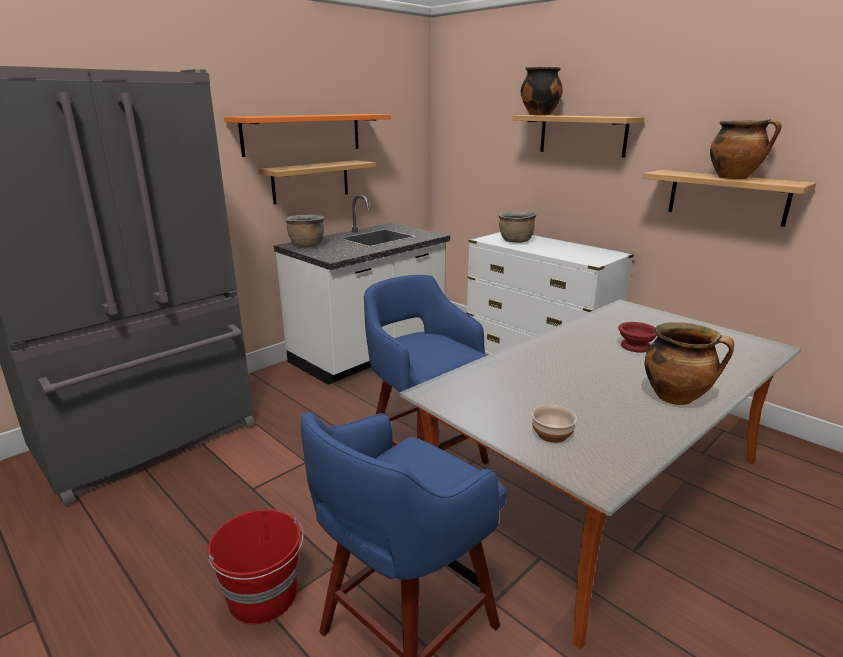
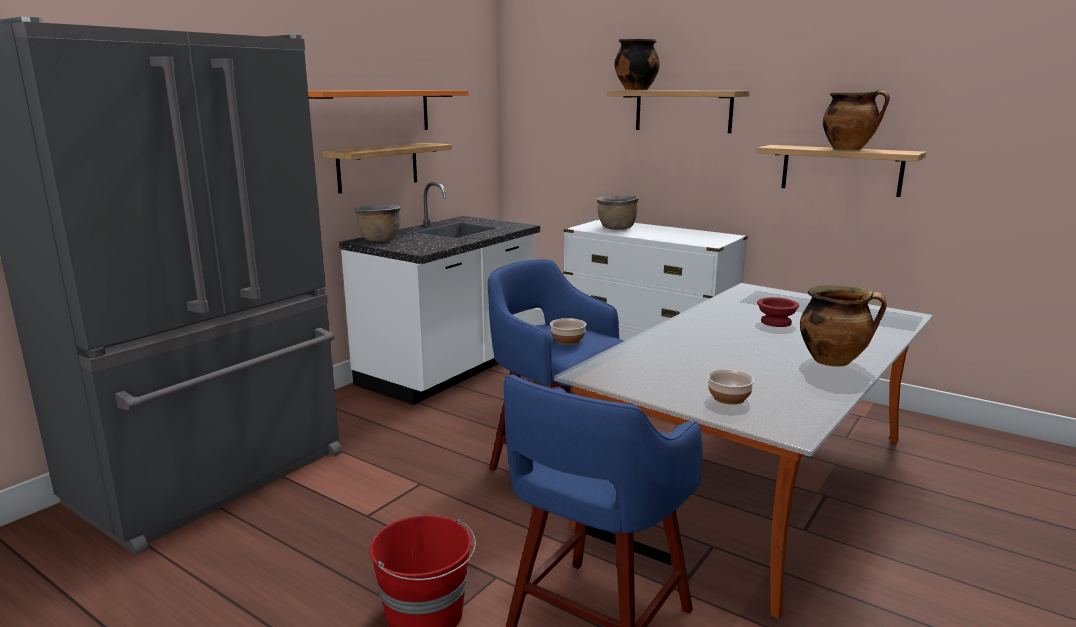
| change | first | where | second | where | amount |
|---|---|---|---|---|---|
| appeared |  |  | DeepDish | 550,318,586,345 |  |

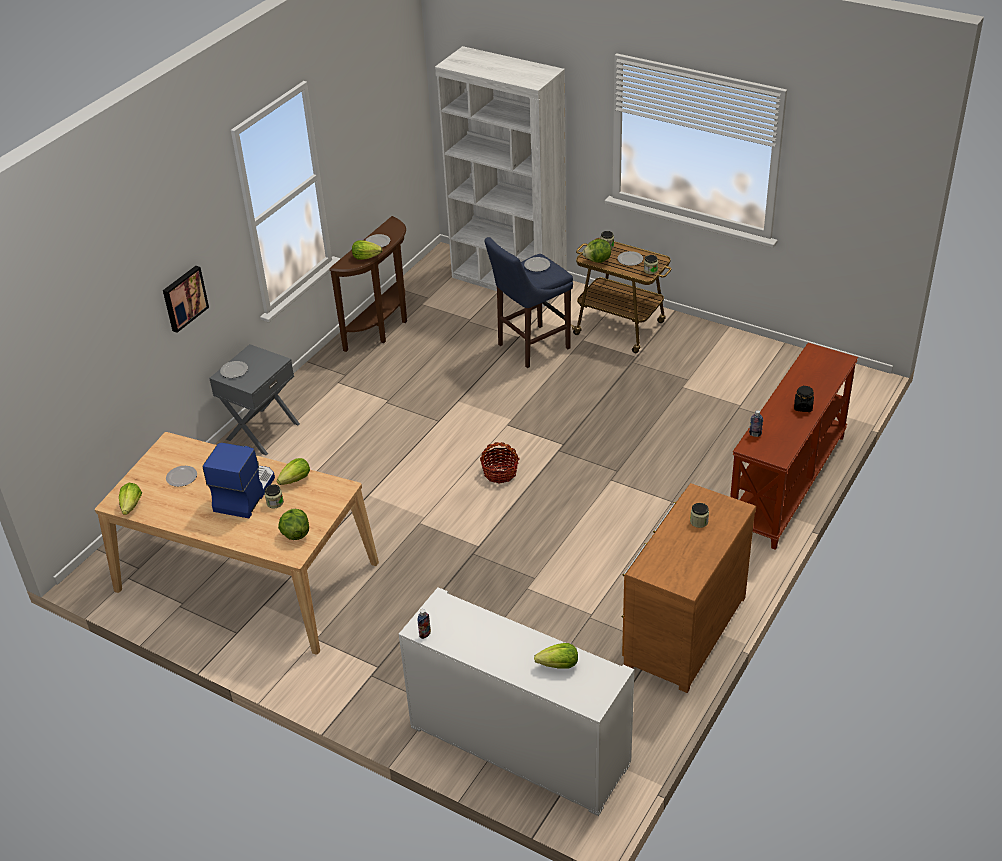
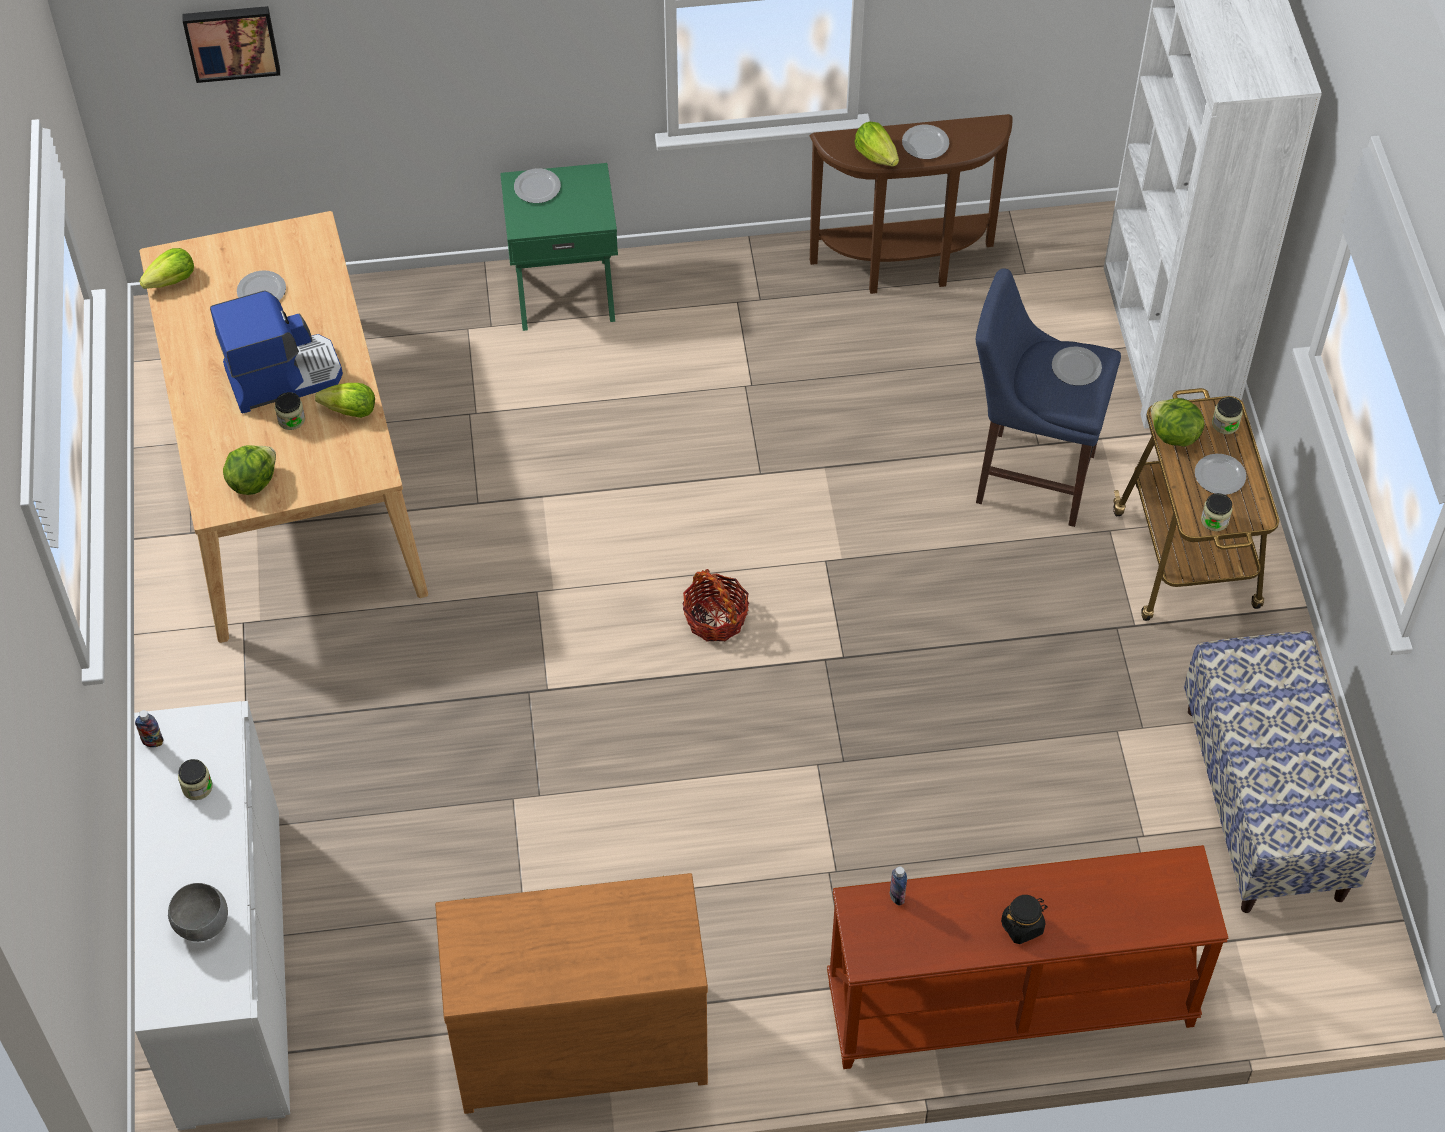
| change | first | where | second | where | amount |
|---|---|---|---|---|---|
| exchanged | LettuceHead | 534,643,578,668 | GreyDeepDish | 168,883,228,942 |  |
| relocated | PreserveJar | 690,503,709,528 |  | 178,759,213,800 |  |
| relocated | Picture | 163,266,209,333 |  | 182,6,280,83 |  |
| colour | GreyBedsideTable | 209,344,300,455 | GreenishBedsideTable | 500,163,618,331 |  |
| appeared |  |  | IndoorBench | 1184,631,1376,913 |  |

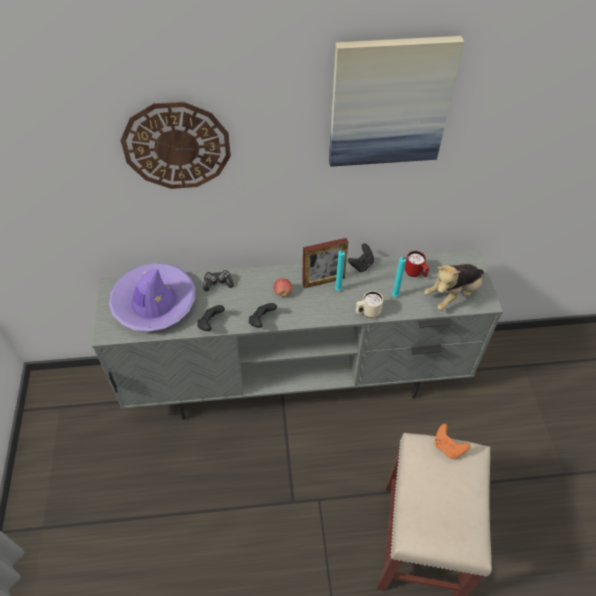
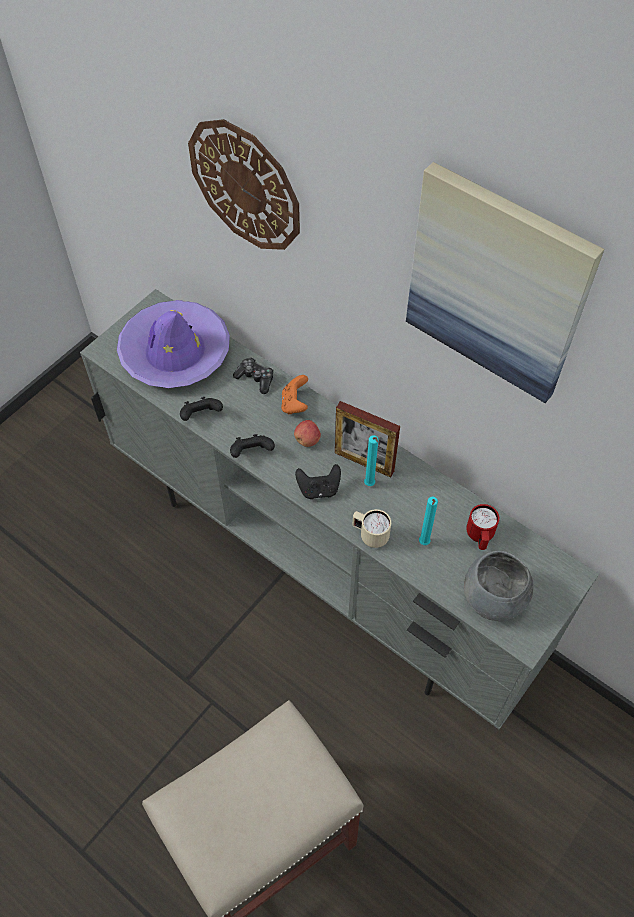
| change | first | where | second | where | amount |
|---|---|---|---|---|---|
| relocated | OrangeGamepad | 434,424,470,459 |  | 281,375,308,414 |  |
| relocated | BlackGamepad | 348,244,374,272 |  | 295,464,341,499 |  |
| exchanged | SoftToy | 424,264,484,311 | GreyDeepDish | 464,550,534,621 |  |

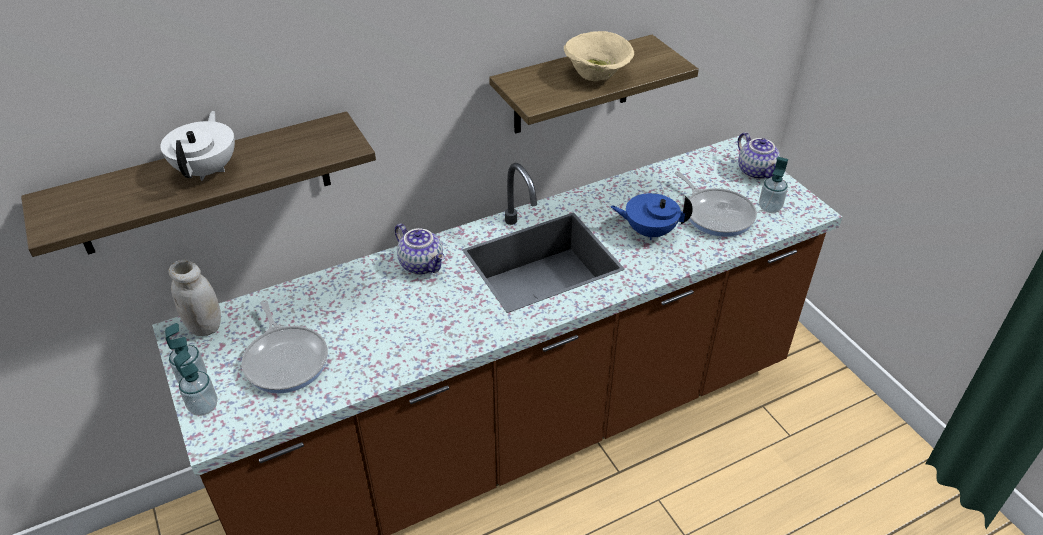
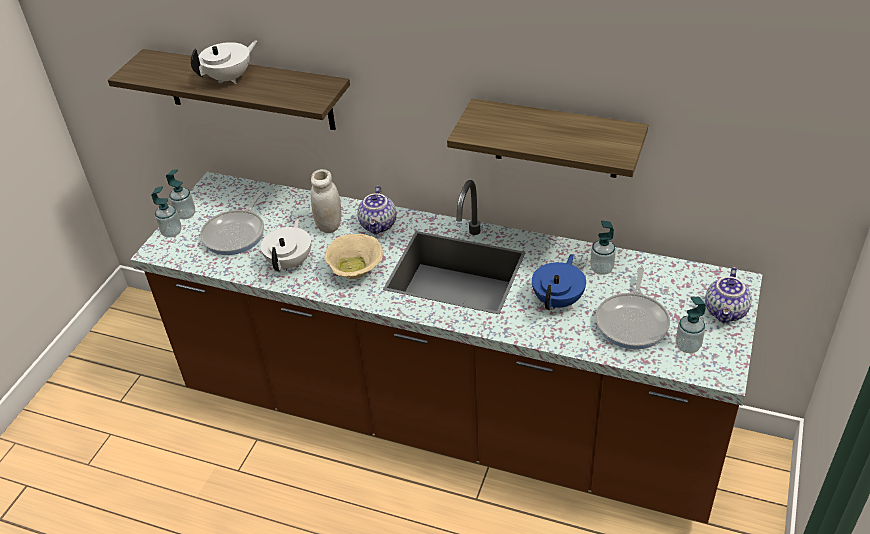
| change | first | where | second | where | amount |
|---|---|---|---|---|---|
| appeared |  |  | WhitishPotForTea | 261,218,311,272 |  |
| relocated | WhitishPreserveJar | 168,260,221,336 |  | 311,169,342,233 |  |
| relocated | BeigeColouredDeepDish | 564,31,634,81 |  | 324,234,383,279 |  |
| spun | BluishPotForTea | 610,193,693,240 |  | 532,254,586,310 | 60 degrees clockwise |
| appeared |  |  | SoapDispenser | 590,220,616,275 |  |

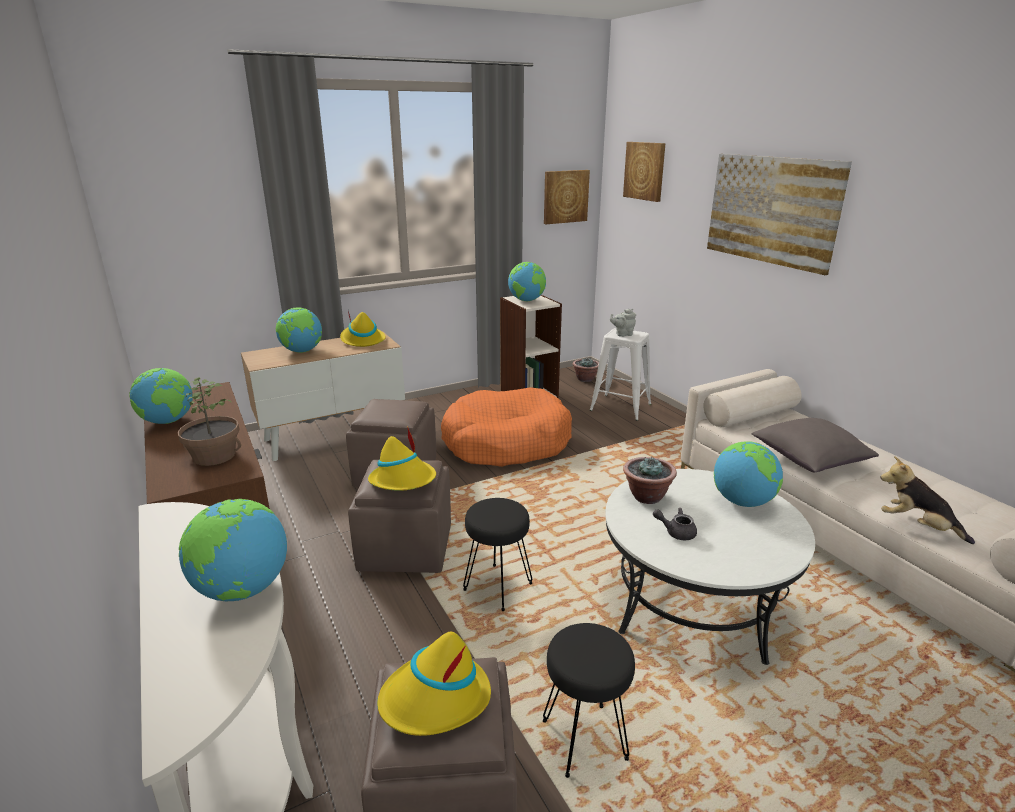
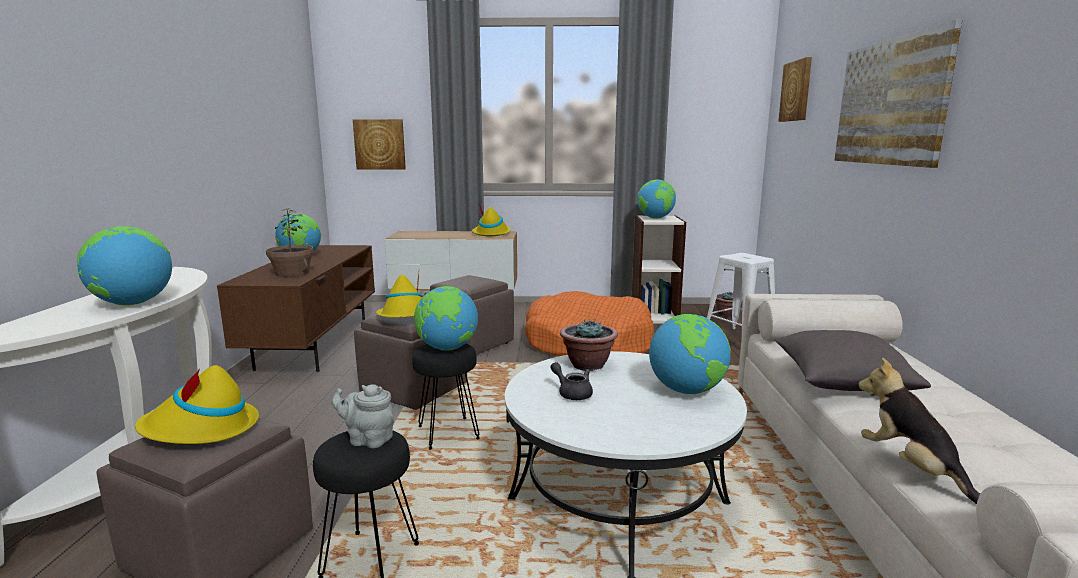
| change | first | where | second | where | amount |
|---|---|---|---|---|---|
| relocated | GreyPotForTea | 610,309,636,337 |  | 332,384,394,448 |  |
| relocated | Picture | 544,170,590,224 |  | 353,119,406,170 |  |
| relocated | DeskGlobe | 276,307,322,353 |  | 414,286,478,351 |  |

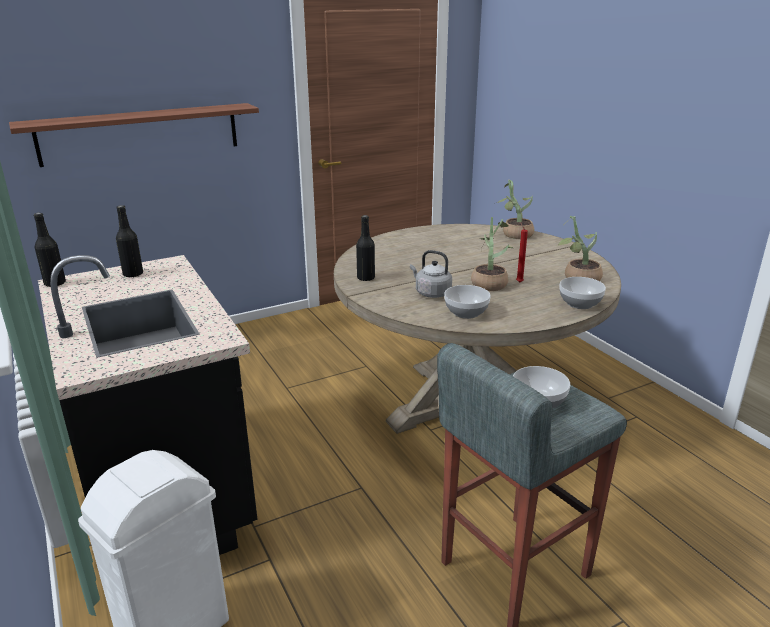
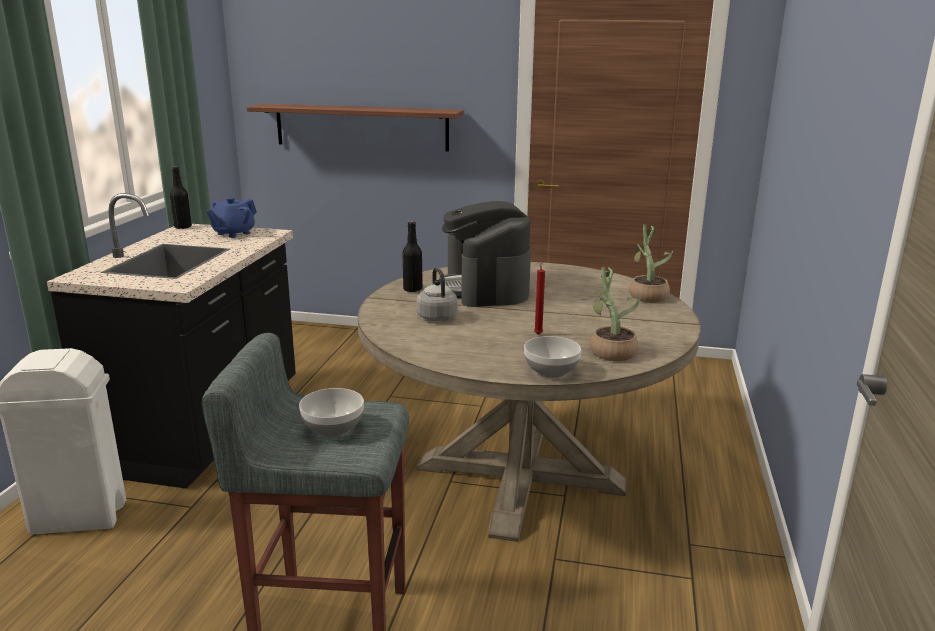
| change | first | where | second | where | amount |
|---|---|---|---|---|---|
| exchanged | BlackBeverageBottle | 116,205,143,277 | BluishPotForTea | 206,197,257,238 |  |
| appeared |  |  | CoffeeBrewer | 439,201,531,307 |  |
| missing | DeepDish | 444,285,491,319 |  |  |  |
| missing | PlantInAPot | 471,217,513,291 |  |  |  |

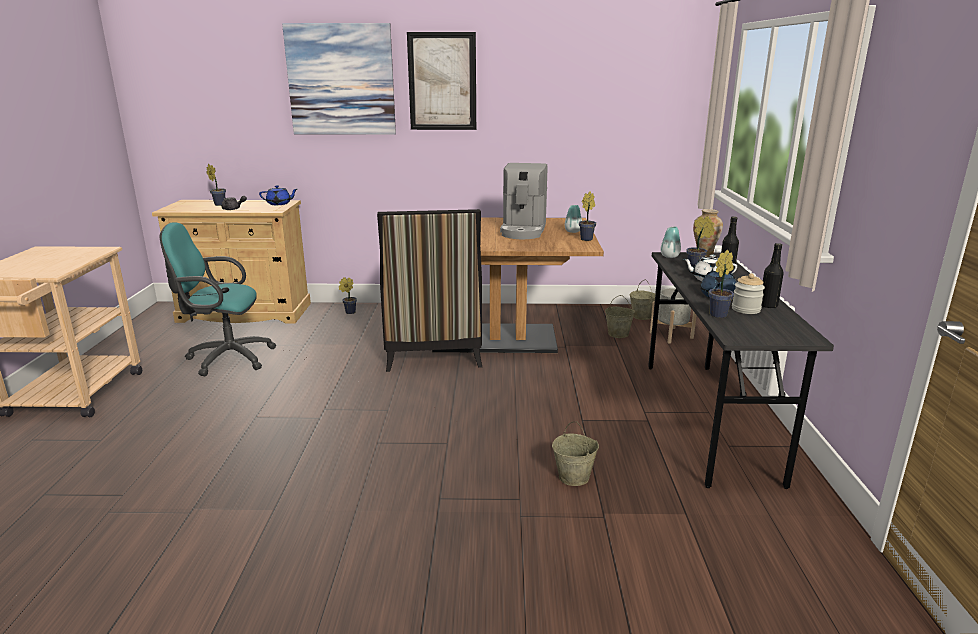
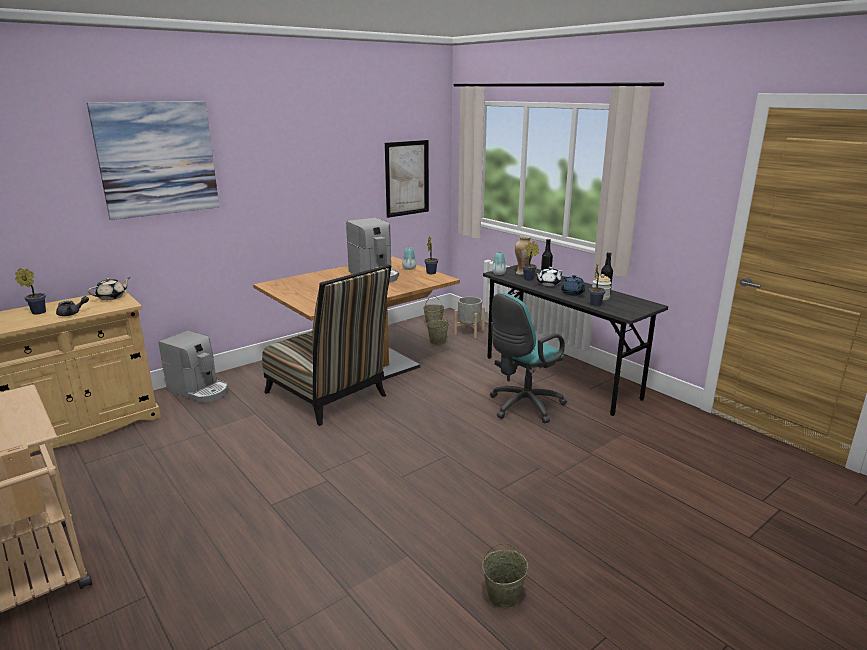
| change | first | where | second | where | amount |
|---|---|---|---|---|---|
| colour | BluishPotForTea | 259,185,297,205 | BeigeColouredPotForTea | 88,277,131,300 |  |
| exchanged | PlantInAPot | 339,277,357,314 | CoffeeBrewer | 159,330,228,403 |  |
| relocated | Picture | 407,32,476,130 |  | 385,140,429,218 |  |
| relocated | BeigeColouredWaterBucket | 552,421,599,486 |  | 482,543,528,609 |  |
| relocated | TurquoiseColouredDeskChair | 160,222,276,376 |  | 490,293,567,423 |  |

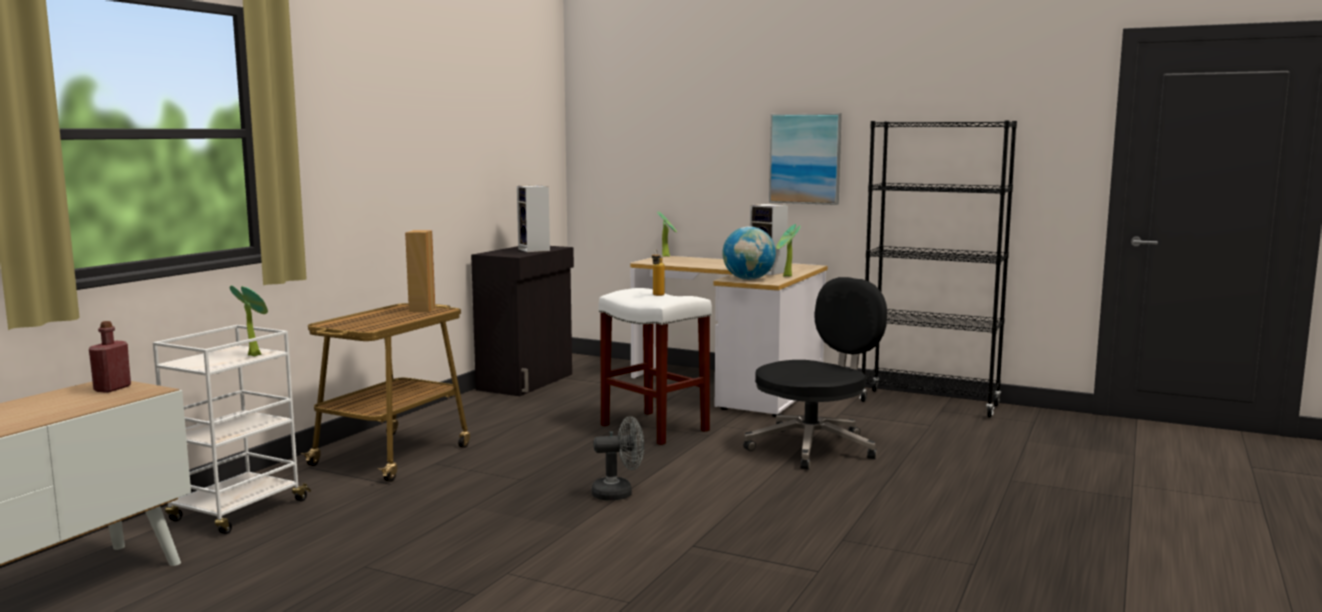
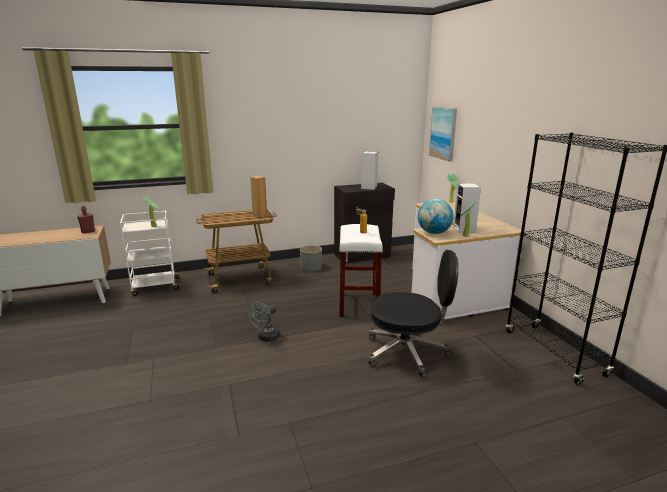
| change | first | where | second | where | amount |
|---|---|---|---|---|---|
| spun | GreyFan | 592,416,644,500 |  | 248,302,280,341 | 90 degrees clockwise |
| appeared |  |  | GreyPlantPot | 300,245,322,272 |  |
| relocated | Picture | 769,113,842,205 |  | 429,107,457,162 |  |

